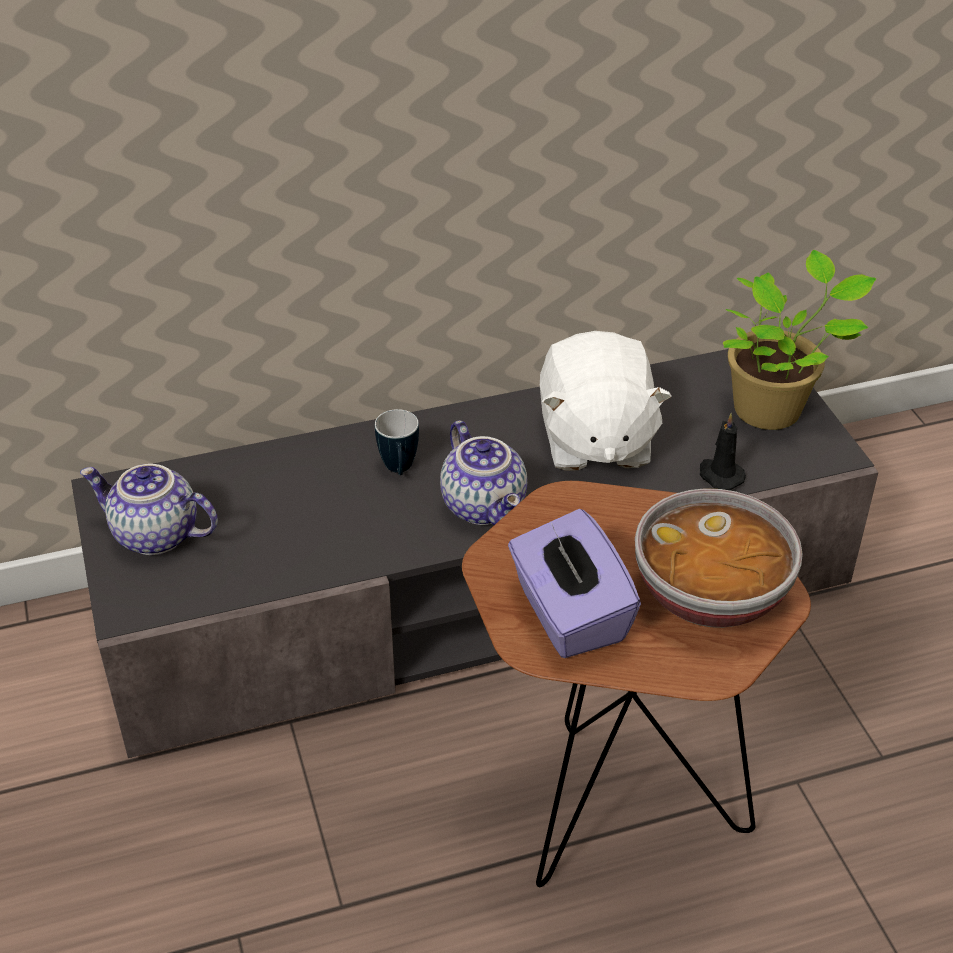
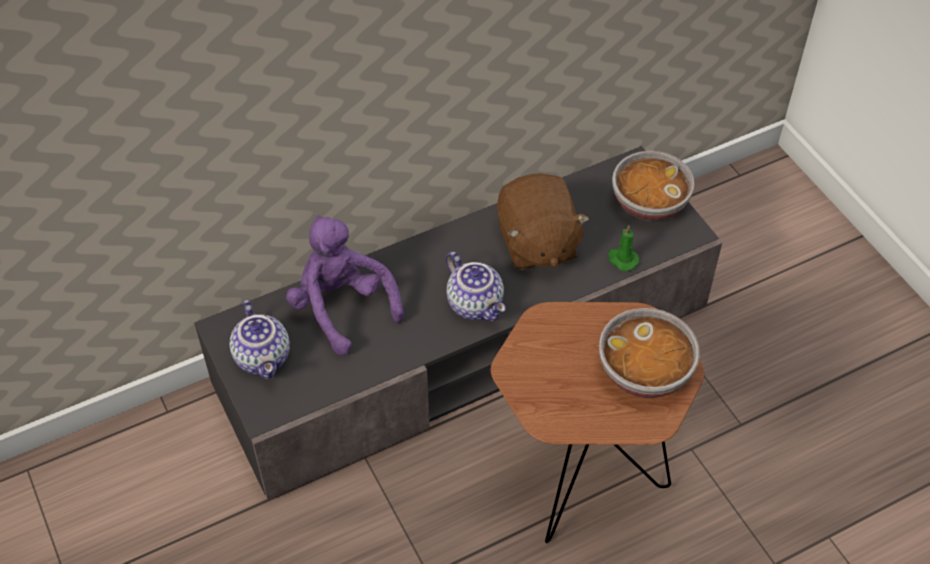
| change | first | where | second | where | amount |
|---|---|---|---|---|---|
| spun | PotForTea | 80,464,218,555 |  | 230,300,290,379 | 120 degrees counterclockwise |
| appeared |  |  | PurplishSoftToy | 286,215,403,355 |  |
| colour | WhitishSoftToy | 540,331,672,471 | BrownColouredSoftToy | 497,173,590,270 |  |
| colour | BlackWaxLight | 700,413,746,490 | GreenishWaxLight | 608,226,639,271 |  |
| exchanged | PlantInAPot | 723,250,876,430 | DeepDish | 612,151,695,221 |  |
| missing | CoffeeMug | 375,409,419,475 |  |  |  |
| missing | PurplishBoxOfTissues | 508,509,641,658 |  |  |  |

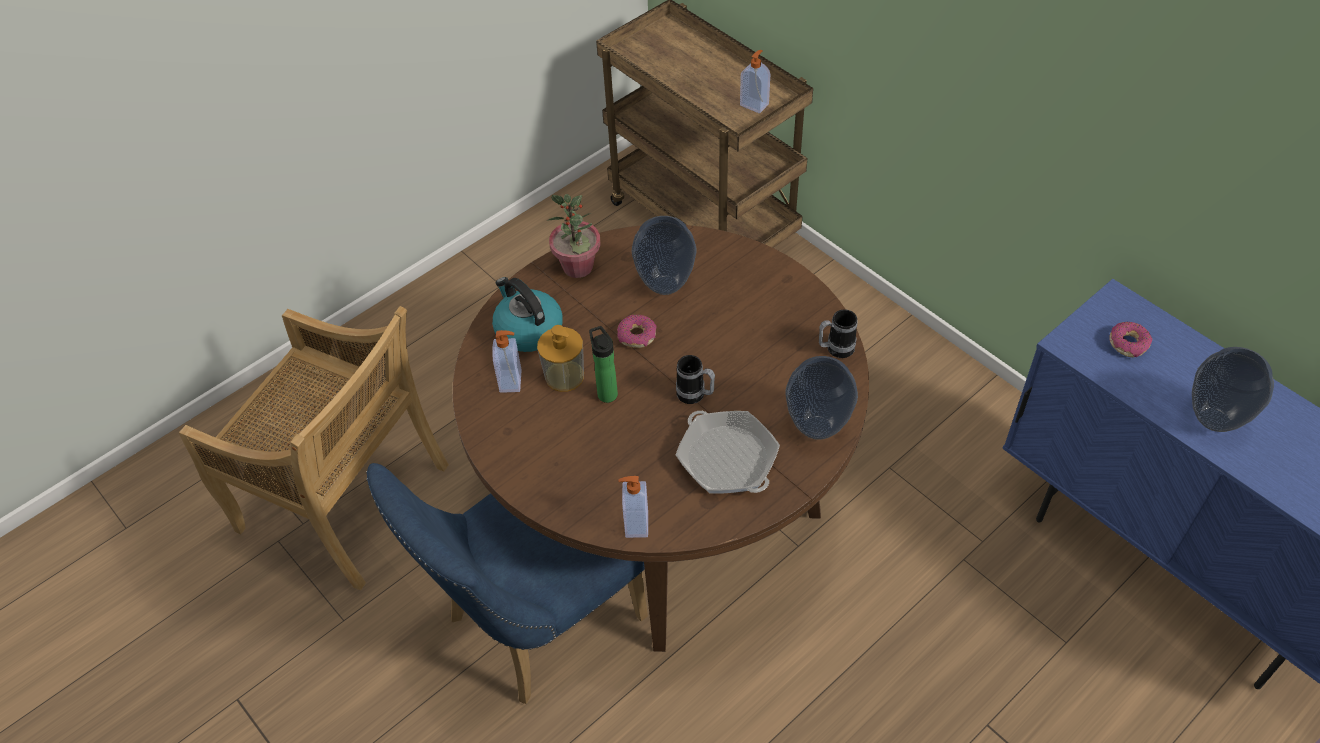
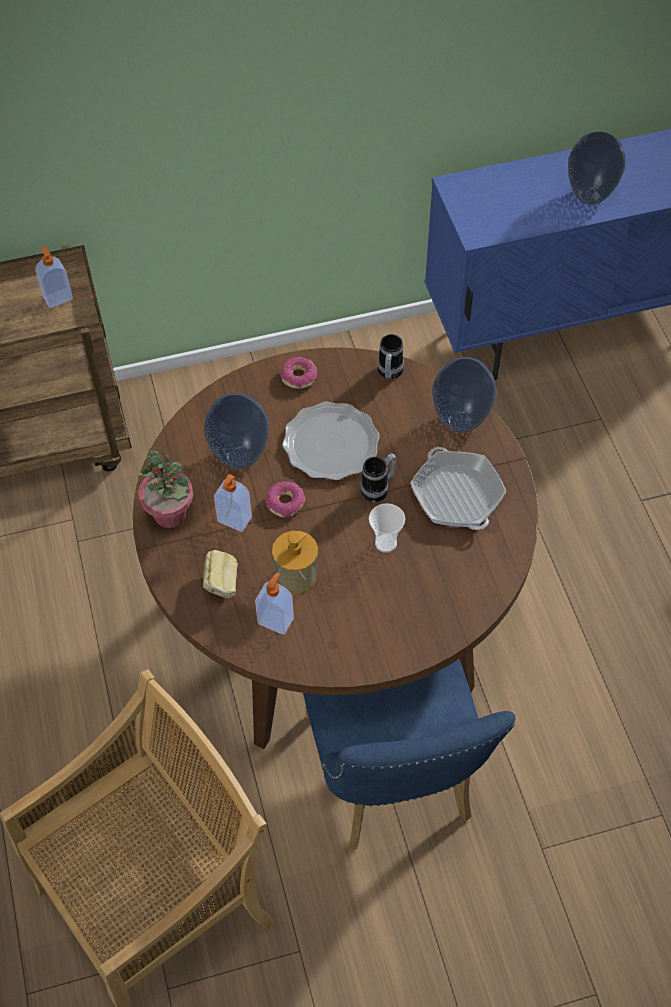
| change | first | where | second | where | amount |
|---|---|---|---|---|---|
| exchanged | WaterKettle | 492,277,563,352 | Bread | 203,550,238,599 |  |
| relocated | SoapDispenser | 618,476,648,538 |  | 214,474,252,532 |  |
| relocated | Doughnut | 1109,322,1152,357 |  | 280,357,317,389 |  |
| appeared |  |  | DinnerPlate | 282,402,380,481 |  |
| appeared |  |  | Cup | 369,503,405,553 |  |
| spun | Pan | 676,411,780,494 |  | 410,447,506,530 | 75 degrees clockwise |
| missing | BeverageBottle | 589,326,618,403 |  |  |  |

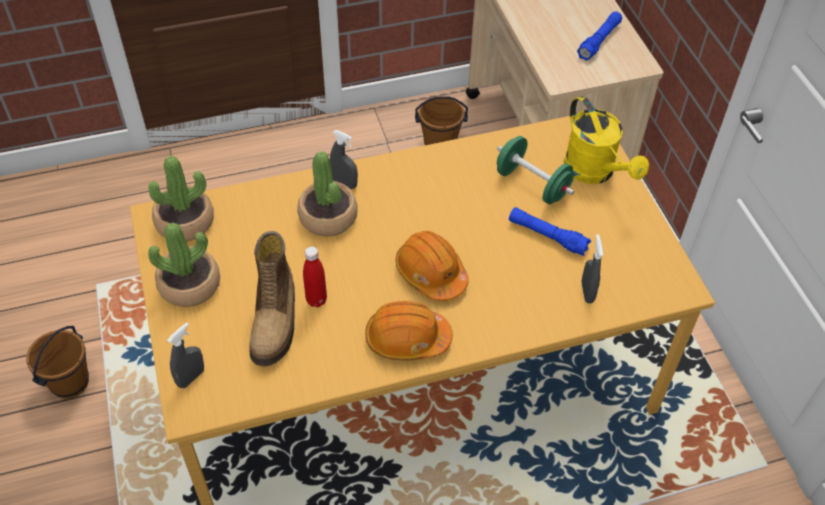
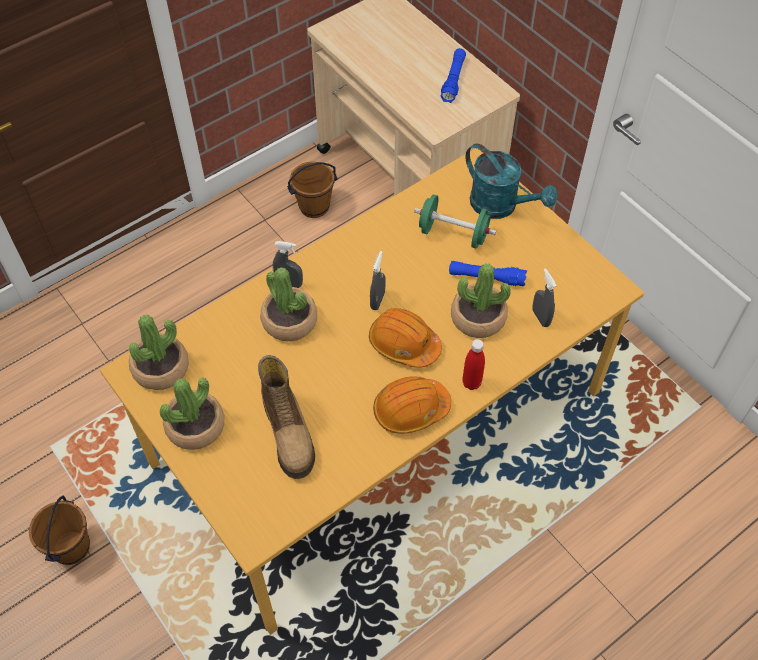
| change | first | where | second | where | amount |
|---|---|---|---|---|---|
| relocated | GreySprayer | 167,322,204,388 |  | 370,251,386,310 |  |
| appeared |  |  | PlantInAPot | 451,264,511,338 |  |
| relocated | ReddishBeverageBottle | 303,246,327,307 |  | 462,339,485,390 |  |
| colour | YellowishWateringPot | 564,96,649,184 | TurquoiseColouredWateringPot | 466,144,557,219 |  |

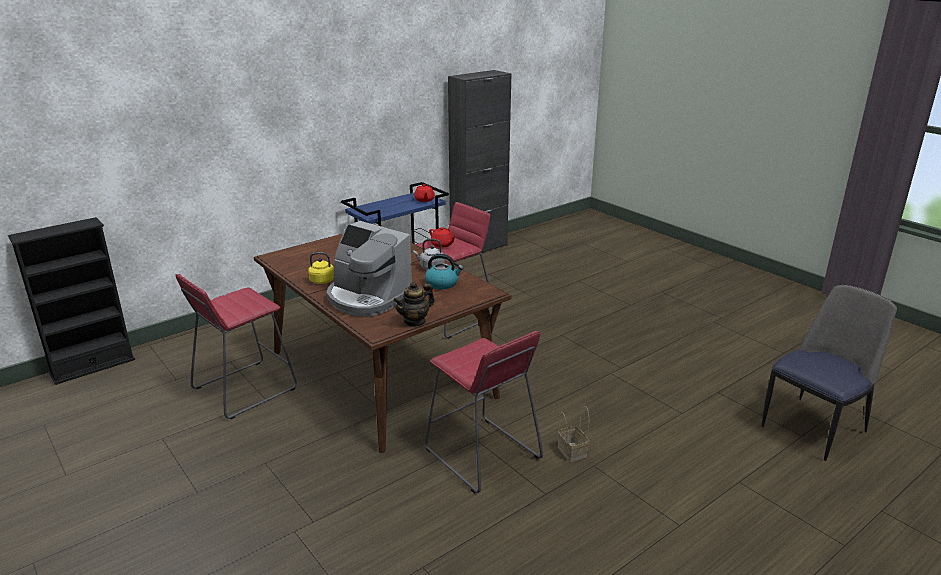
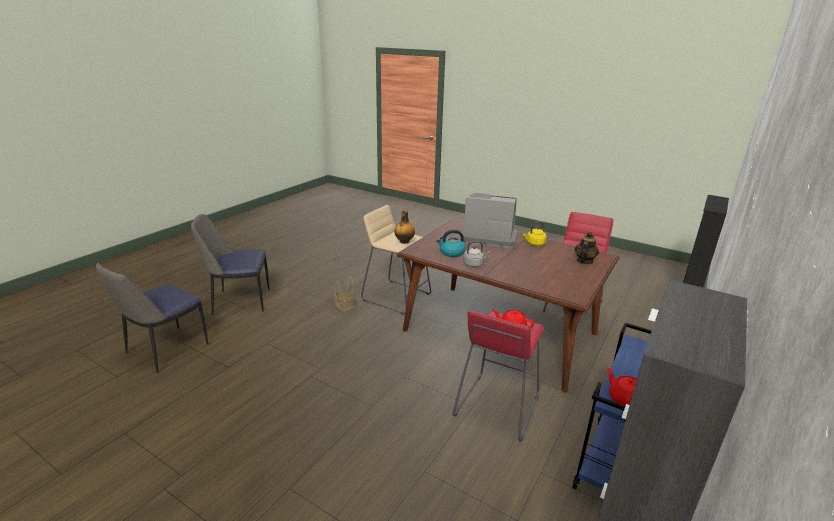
| change | first | where | second | where | amount |
|---|---|---|---|---|---|
| appeared |  |  | UprightChair | 191,214,269,315 |  |
| colour | ReddishStool | 425,331,543,494 | BeigeColouredStool | 361,205,431,315 |  |
| appeared |  |  | BeverageBottle | 394,211,415,244 |  |
| relocated | PotForTea | 393,282,435,327 |  | 575,232,599,264 |  |

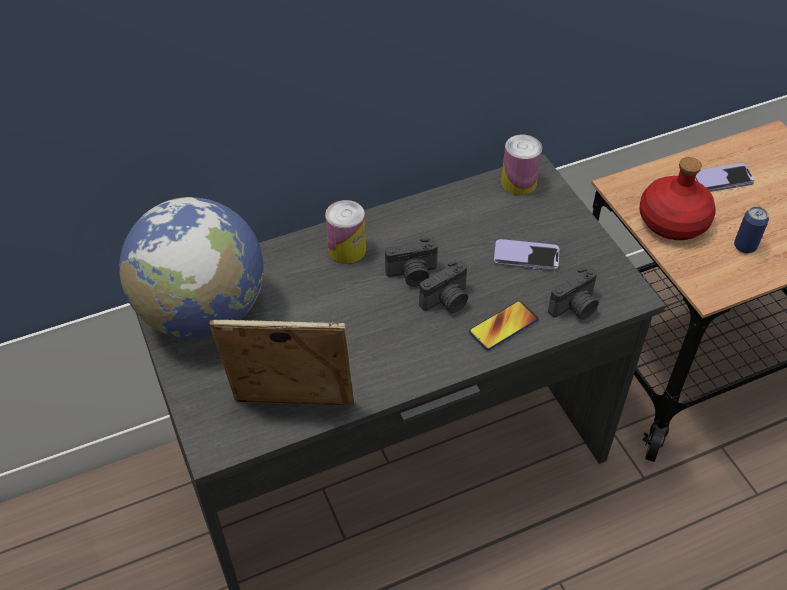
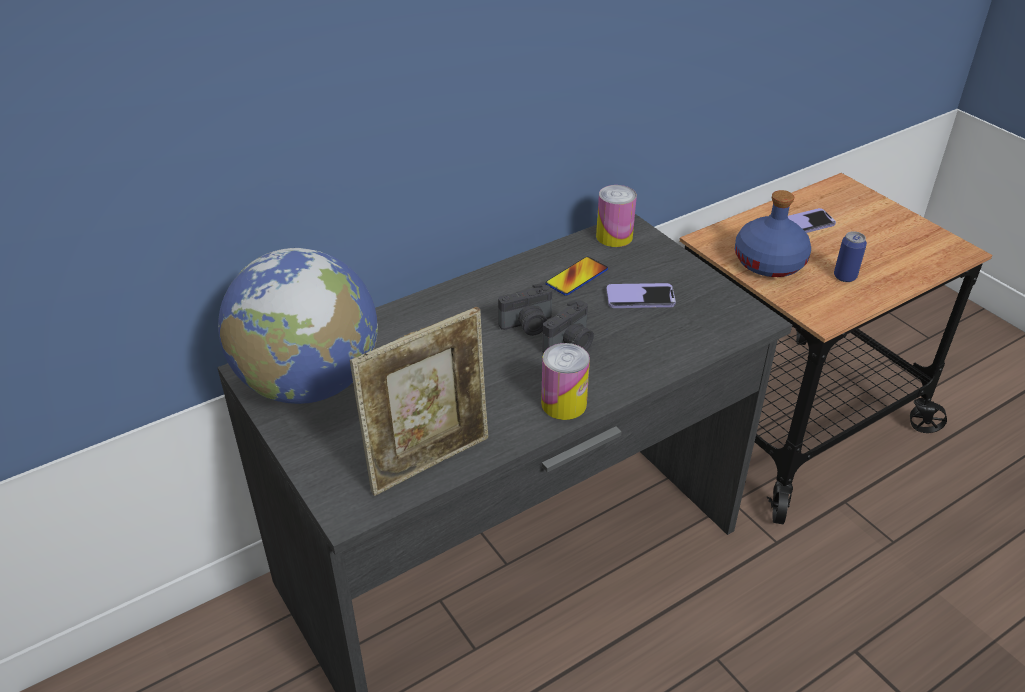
| change | first | where | second | where | amount |
|---|---|---|---|---|---|
| spun | PhotoFrame | 210,320,355,406 |  | 350,307,488,496 | 150 degrees clockwise |
| relocated | MetalCan | 325,200,366,264 |  | 541,343,590,420 |  |
| relocated | Telephone | 469,301,538,350 |  | 545,257,608,296 |  |
| colour | ReddishBeverageBottle | 639,157,716,240 | BluishBeverageBottle | 735,190,811,277 |  |
| missing | PhotoCamera | 548,267,599,320 |  |  |  |

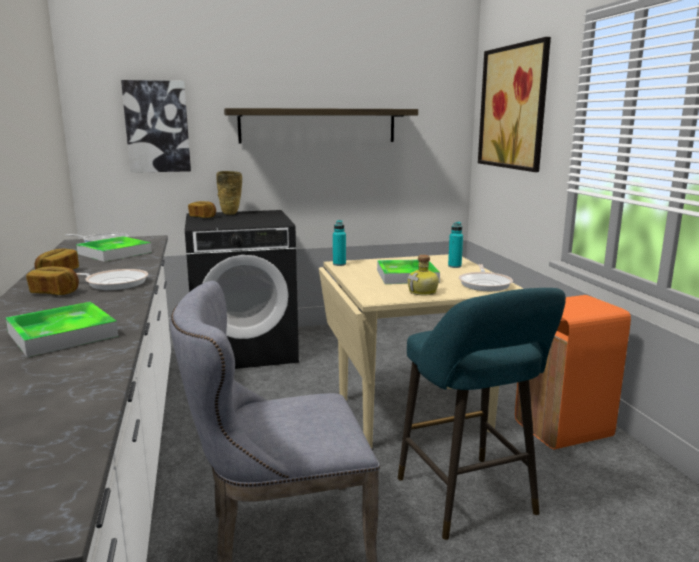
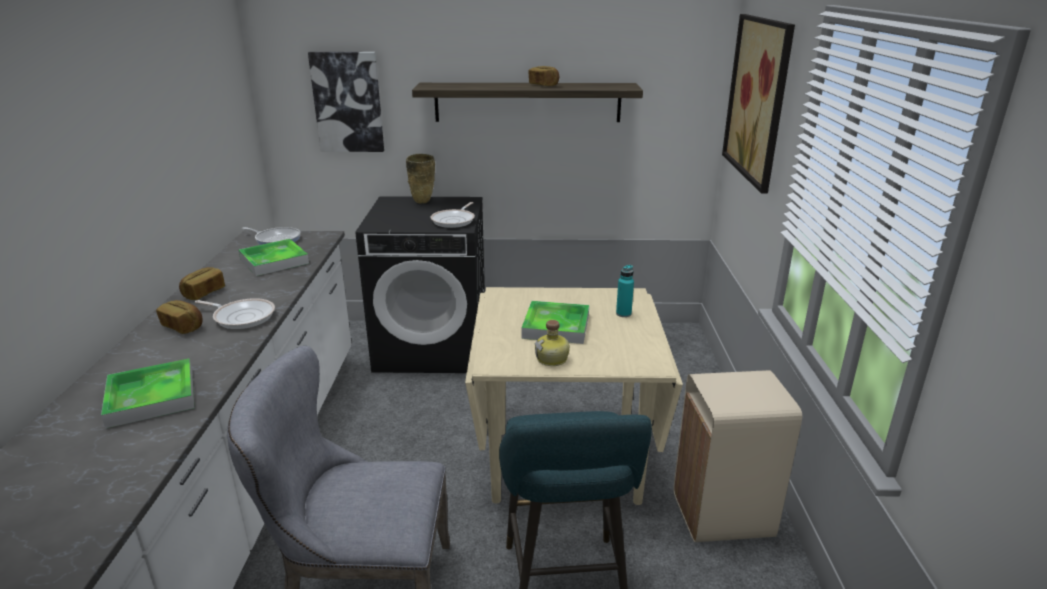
| change | first | where | second | where | amount |
|---|---|---|---|---|---|
| relocated | Pan | 459,264,513,291 |  | 431,202,475,228 |  |
| relocated | Bread | 188,201,216,218 |  | 528,66,559,86 |  |
| colour | OrangeRubbishBin | 515,295,631,449 | BeigeColouredRubbishBin | 674,370,802,542 |  |
| missing | TurquoiseColouredBeverageBottle | 333,220,346,266 |  |  |  |

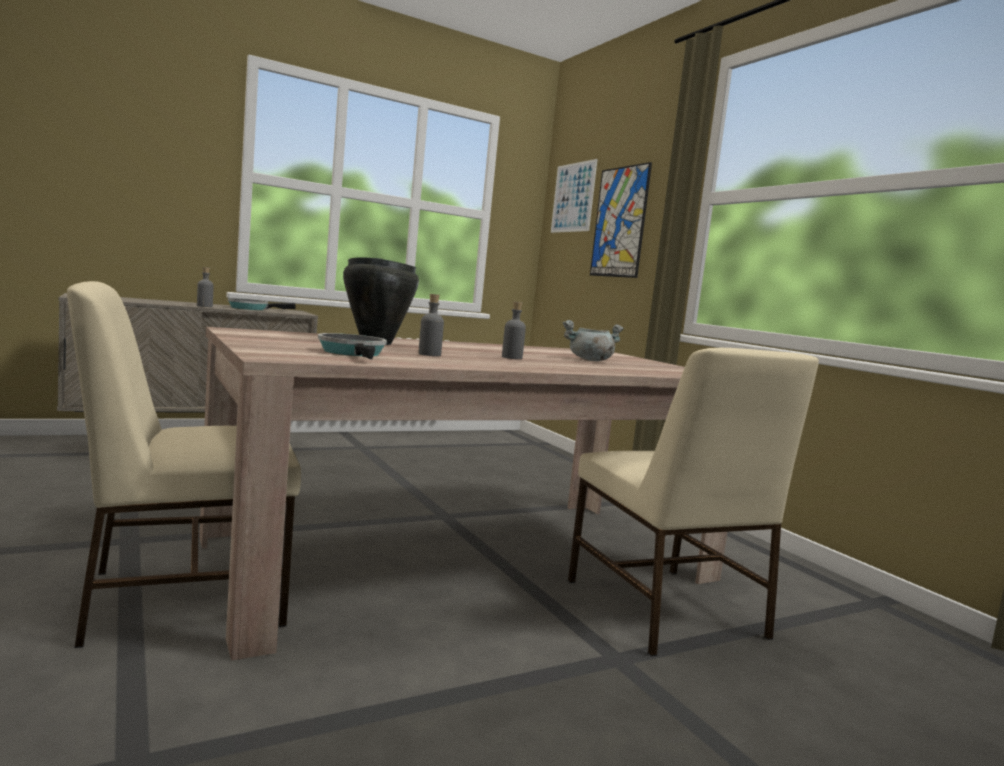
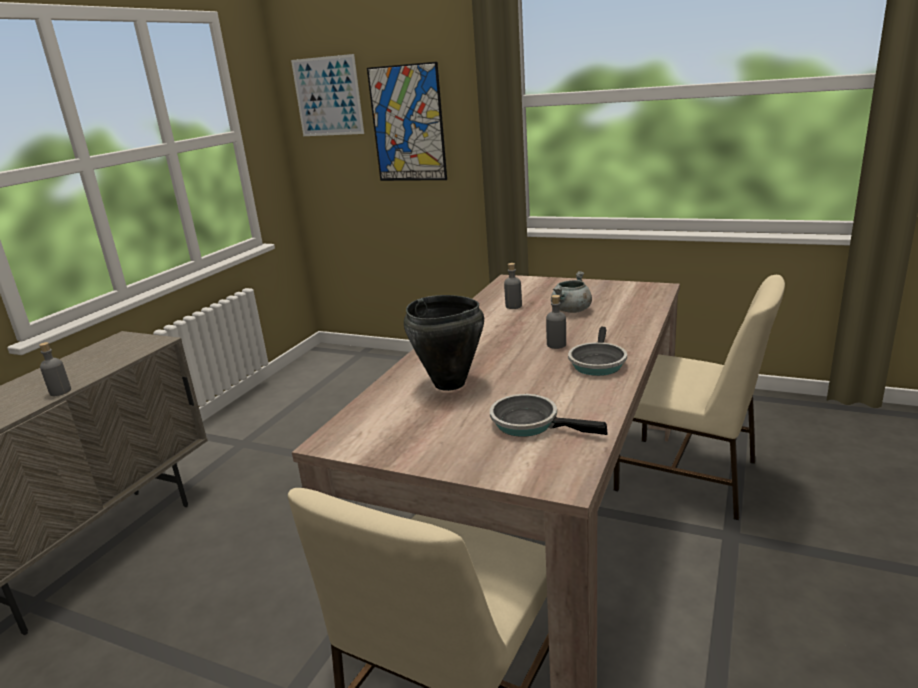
| change | first | where | second | where | amount |
|---|---|---|---|---|---|
| relocated | GreyBeverageBottle | 418,294,444,356 |  | 504,263,522,309 |  |
| relocated | Pan | 228,298,296,310 |  | 568,327,627,376 |  |

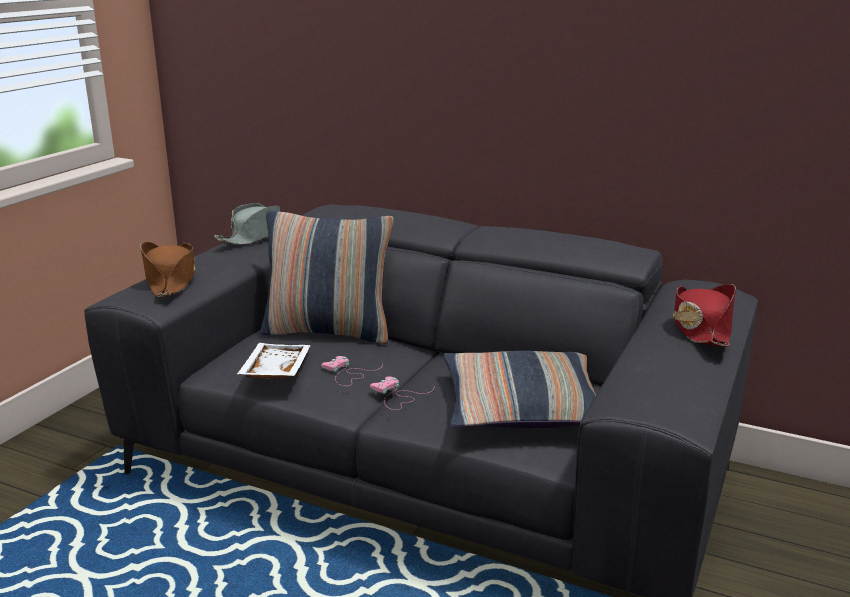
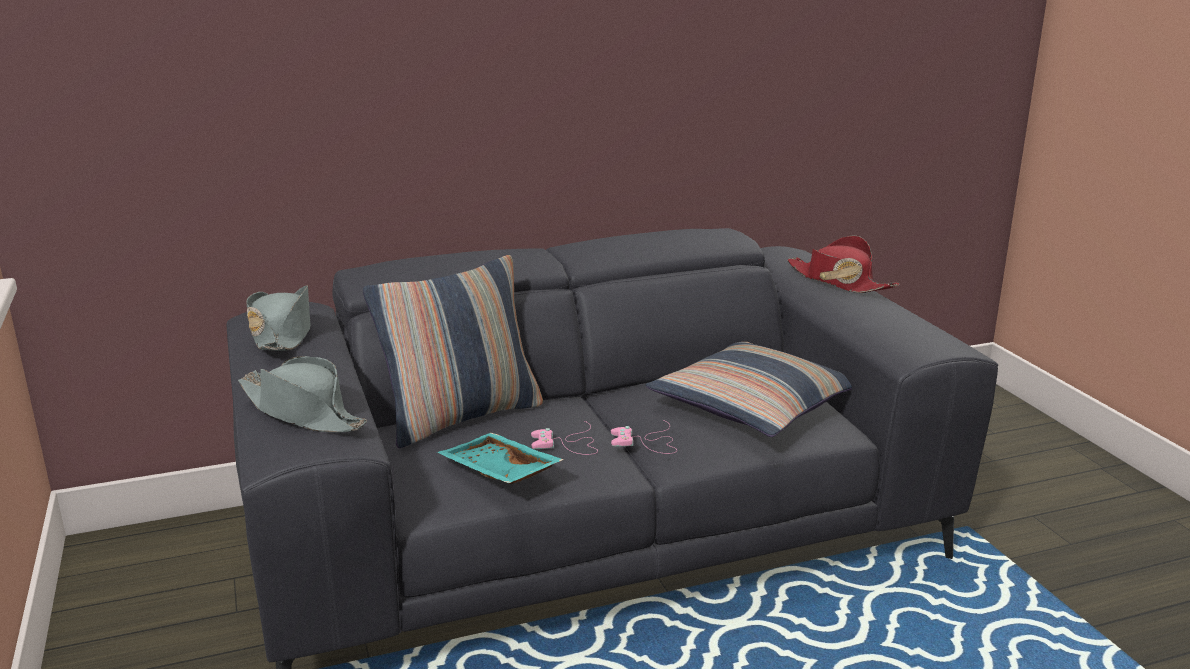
| change | first | where | second | where | amount |
|---|---|---|---|---|---|
| colour | BrownColouredWearableHat | 140,242,196,297 | GreyWearableHat | 238,356,367,432 |  |
| colour | WhitishCarryingTray | 237,343,311,378 | TurquoiseColouredCarryingTray | 437,433,564,484 |  |

